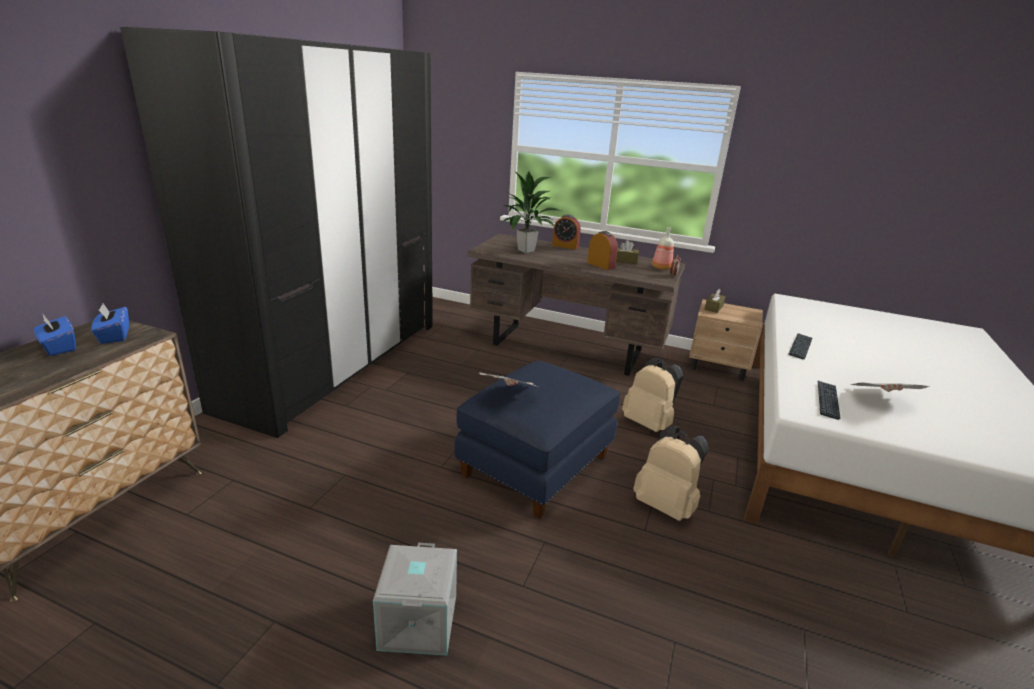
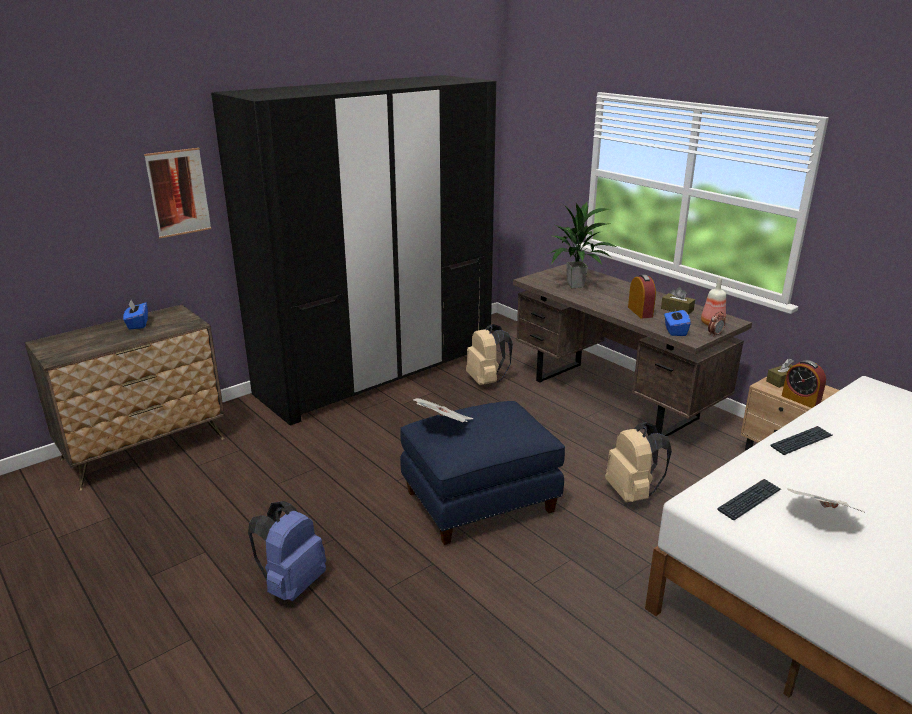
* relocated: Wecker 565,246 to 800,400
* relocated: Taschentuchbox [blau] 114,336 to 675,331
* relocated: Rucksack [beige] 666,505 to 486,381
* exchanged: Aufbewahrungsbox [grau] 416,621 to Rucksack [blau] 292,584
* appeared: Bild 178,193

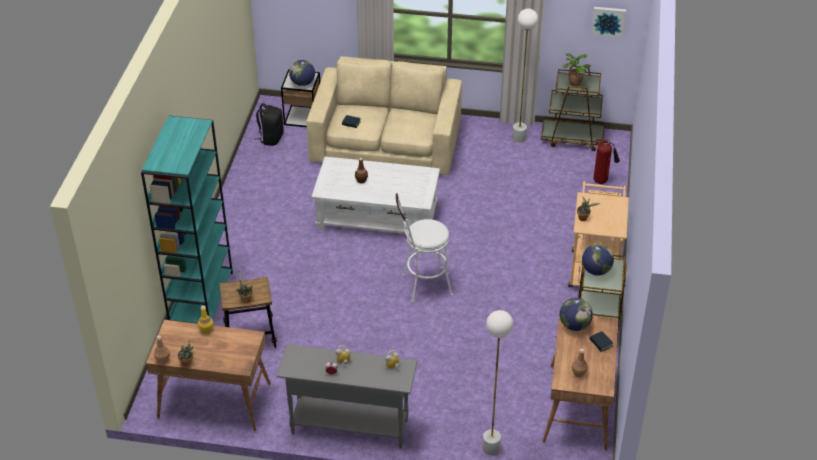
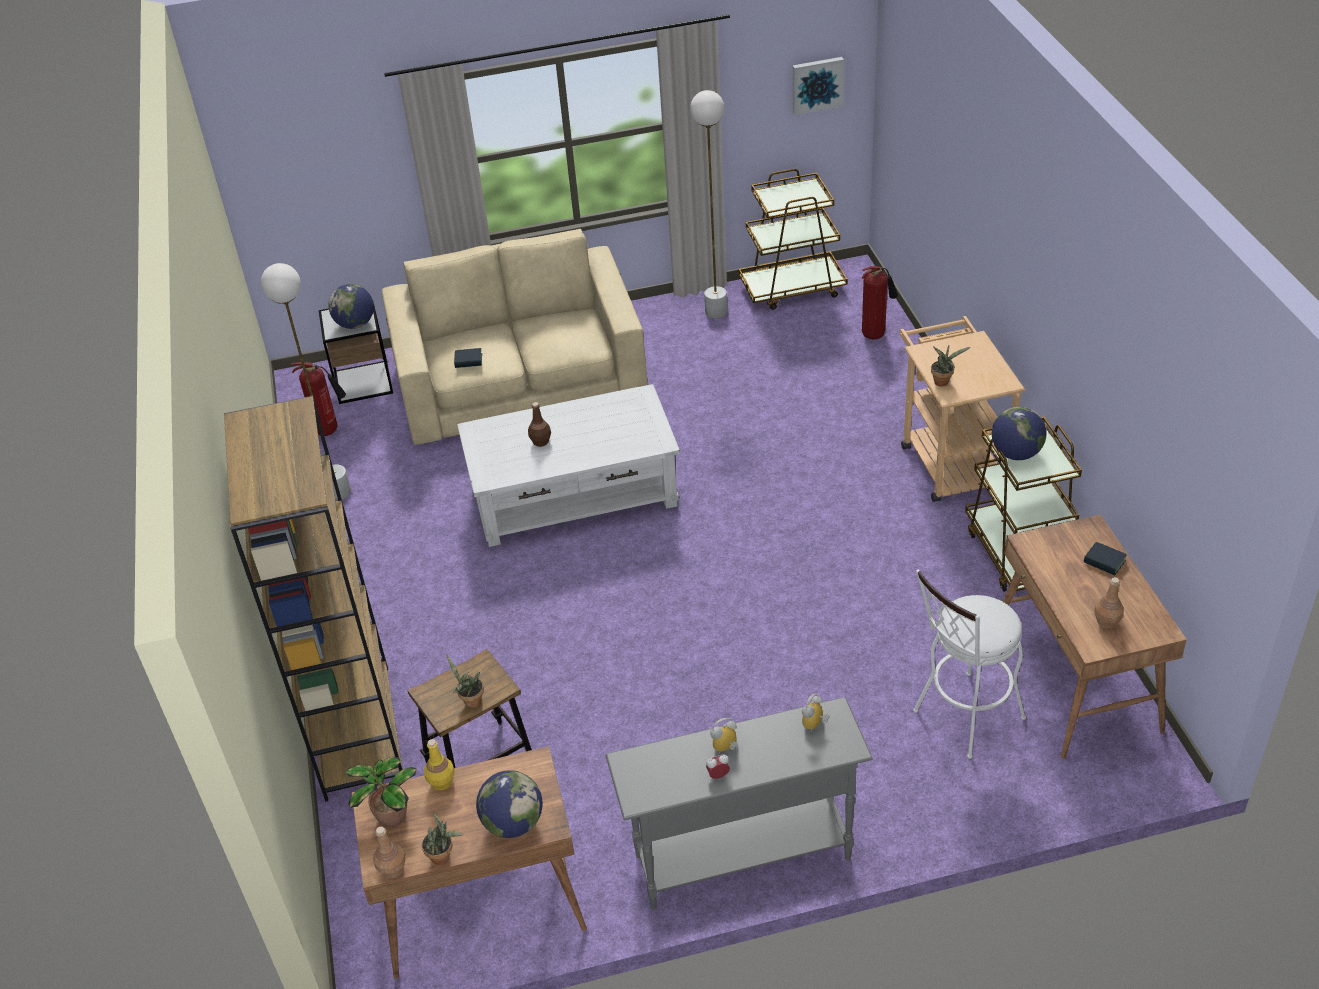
* relocated: Topfpflanze 574,83 to 390,817
* exchanged: Rucksack [schwarz] 271,138 to Feuerlöscher 330,430
* colour: Bücherregal [türkis] 201,299 to Bücherregal [braun] 356,731
* relocated: Hocker [weiß] 422,285 to 962,719
* relocated: Globus 574,325 to 513,823
* relocated: Stehlampe [weiß] 491,448 to 338,492

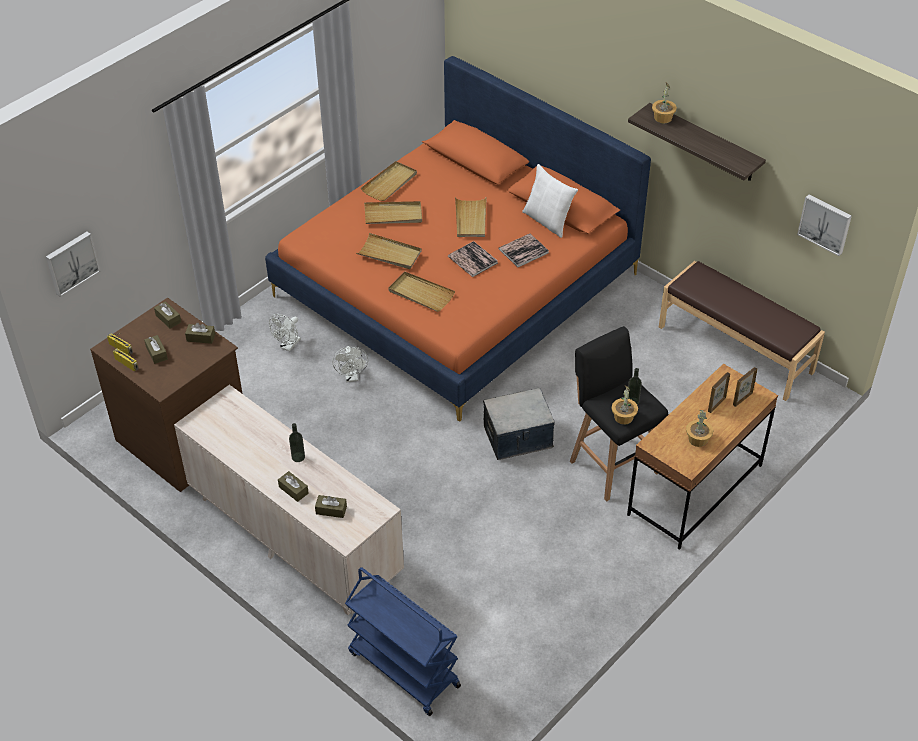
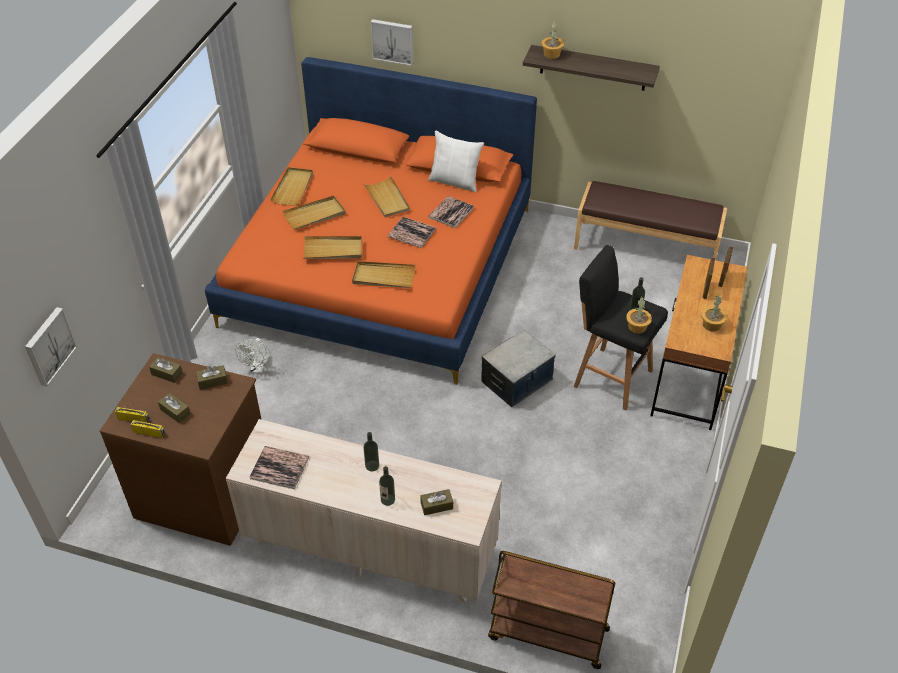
* relocated: Bild 825,223 to 393,41
* missing: Ventilator [weiß] 352,377
* exchanged: Taschentuchbox [braun] 293,490 to Flasche 388,500
* colour: Rollwagen [blau] 403,669 to Rollwagen [braun] 547,634
* appeared: Buch 279,468

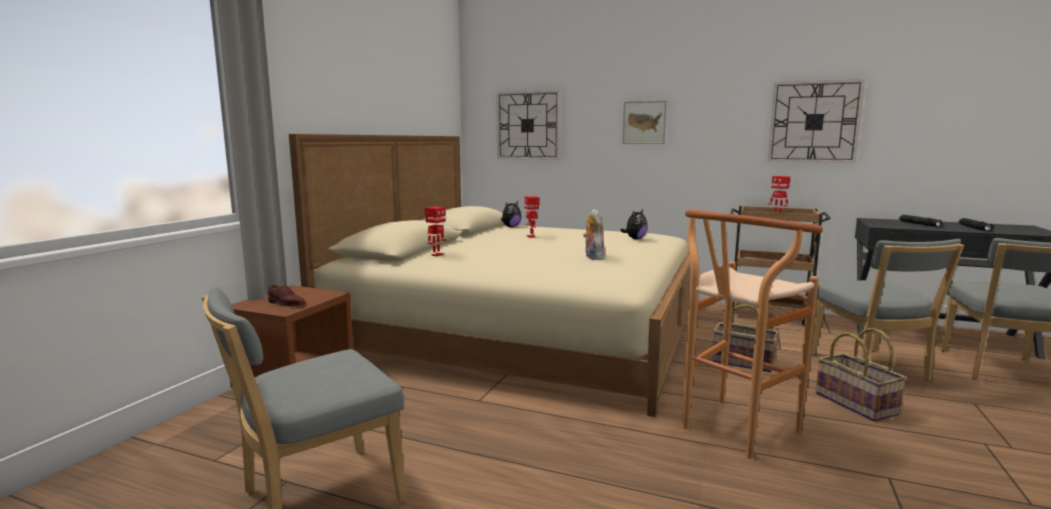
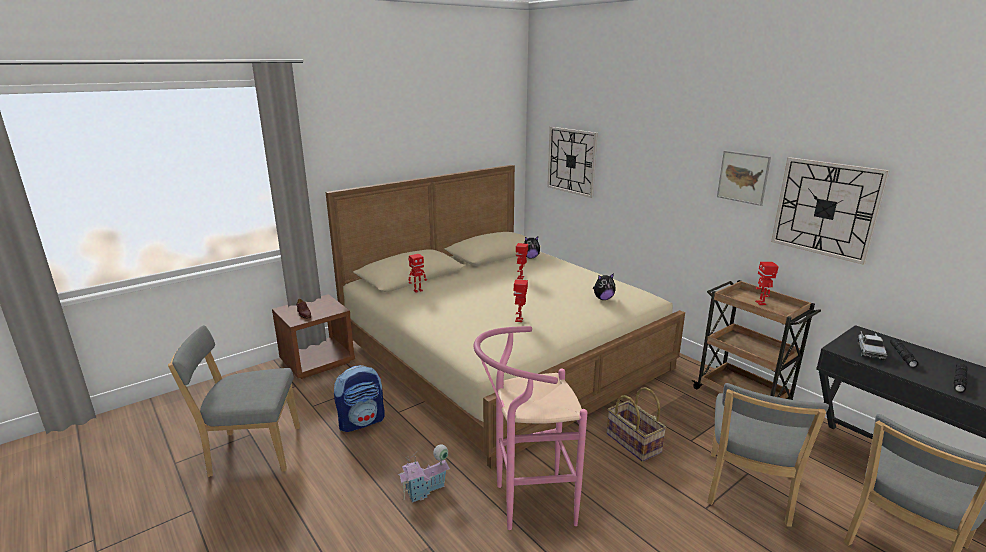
* relocated: Bild 644,122 to 743,177
* exchanged: Plüschtier 592,257 to Spielzeugroboter 519,320
* colour: Hocker [braun] 731,432 to Hocker [rosa] 526,503
* missing: Korb 856,404
* appeared: Spielzeuglaster 869,351
* appeared: Rucksack 362,421
* appeared: Spielzeughaus 425,490

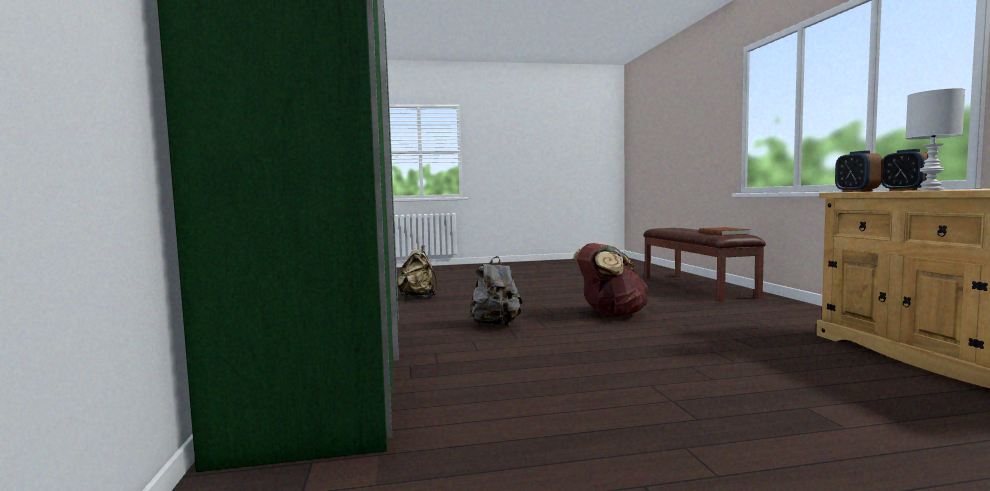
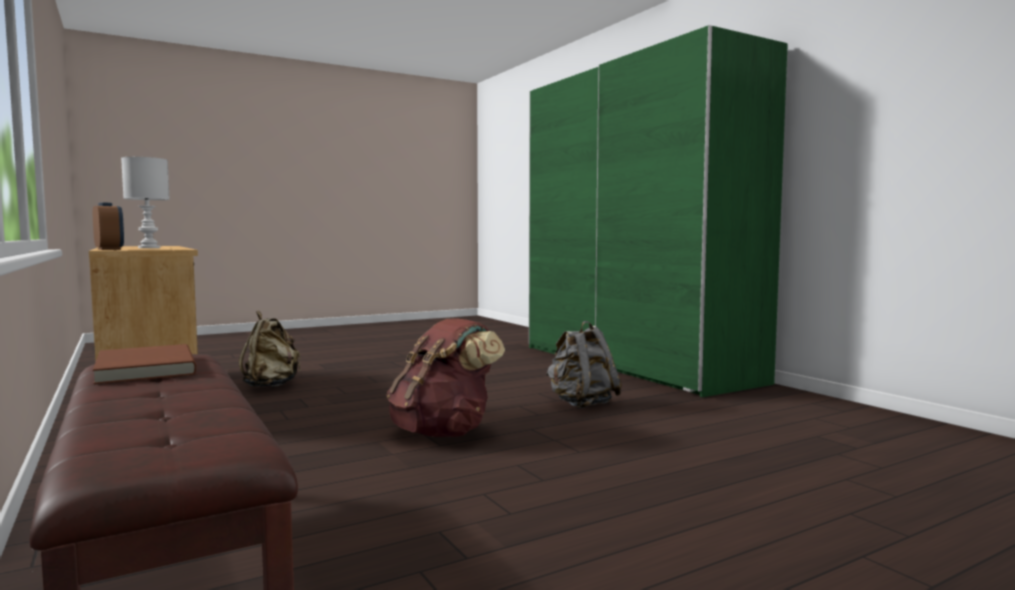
* missing: Wecker 857,191
* relocated: Rucksack [beige] 418,297 to 271,386

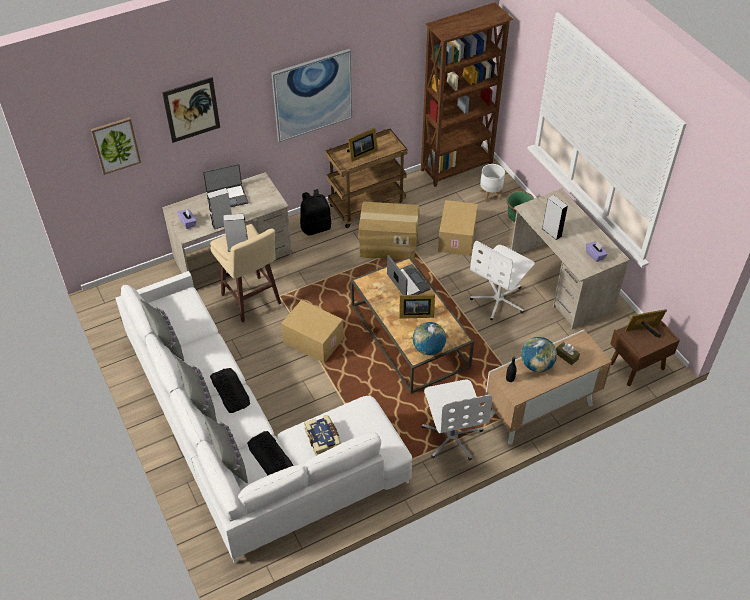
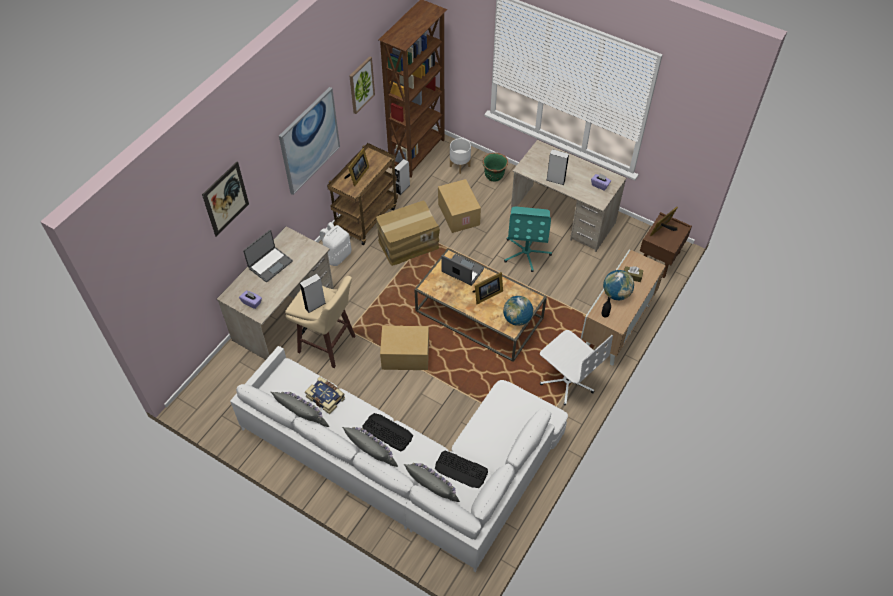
* relocated: Bild 116,145 to 361,85
* relocated: Lautsprecher [grau] 222,223 to 402,188
* colour: Rucksack [schwarz] 316,227 to Rucksack [weiß] 337,255
* colour: Bürostuhl [weiß] 499,300 to Bürostuhl [türkis] 526,252
* relocated: Buch 323,439 to 326,397

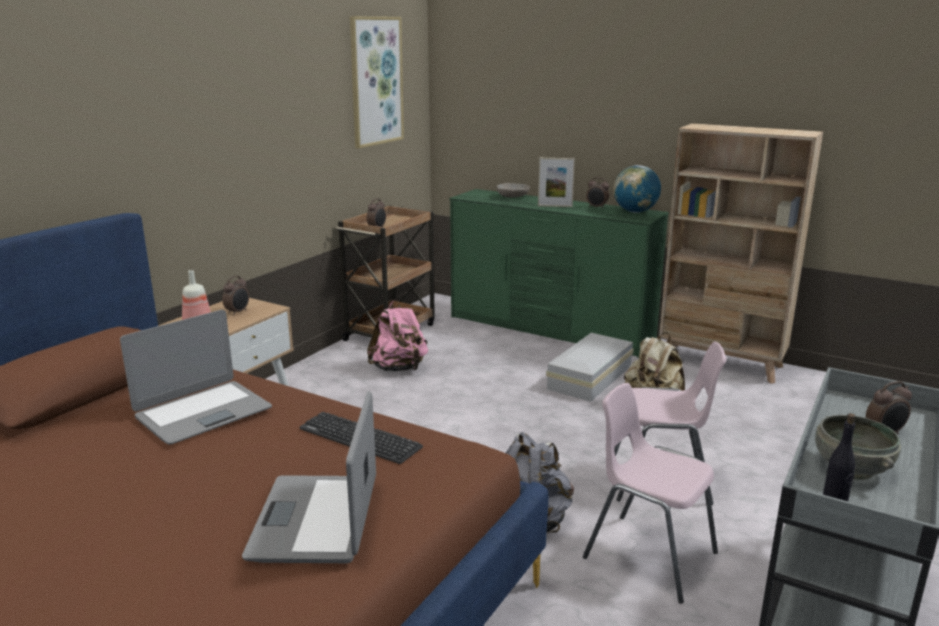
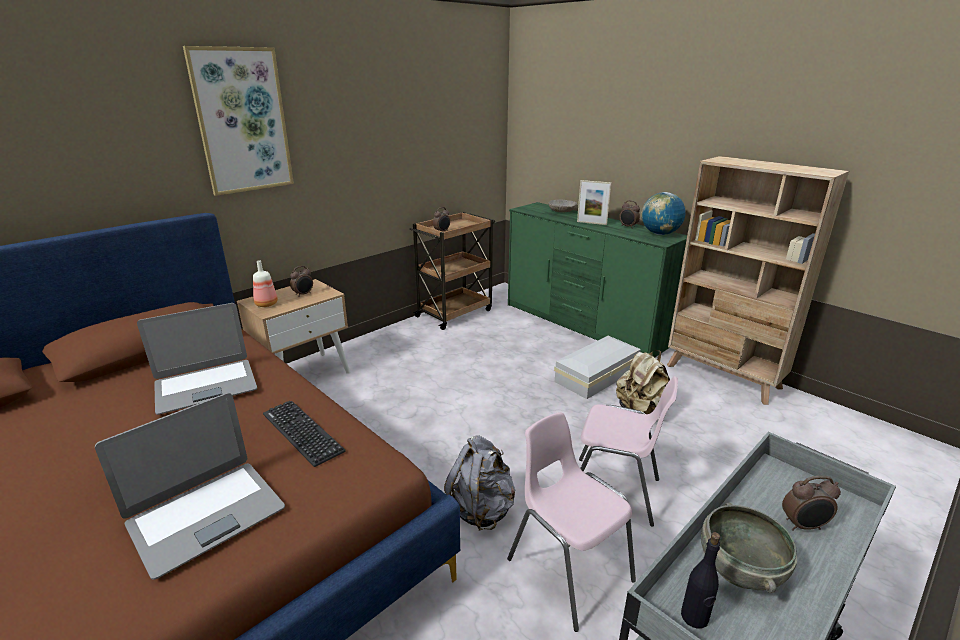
* relocated: Bild 376,81 to 242,121
* missing: Rucksack [rosa] 399,368
* spun: Laptop 316,519 = 206,516 150 degrees counterclockwise

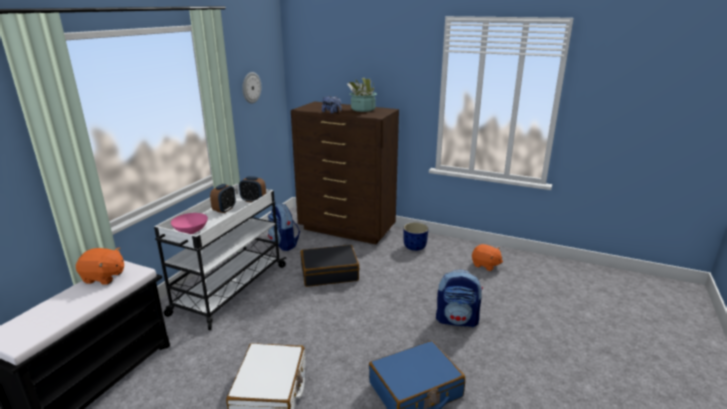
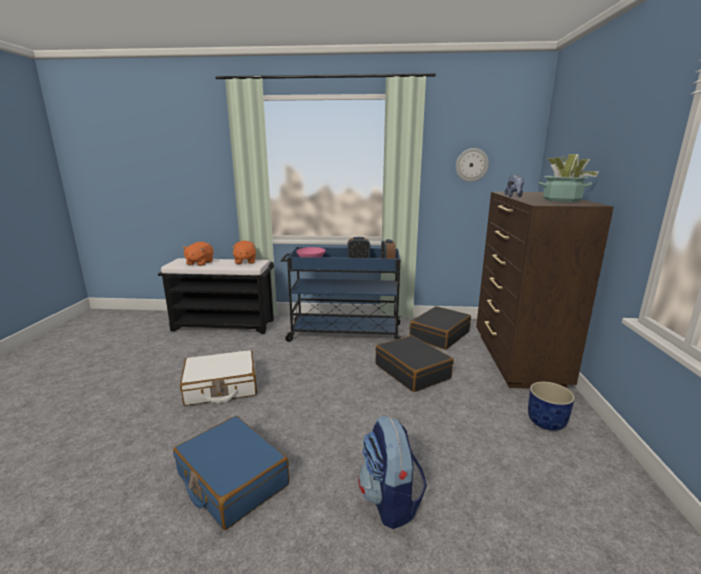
* colour: Rollwagen [weiß] 229,290 to Rollwagen [blau] 343,333
* exchanged: Rucksack 284,244 to Koffer [schwarz] 439,335
* relocated: Plüschtier [orange] 485,265 to 199,263

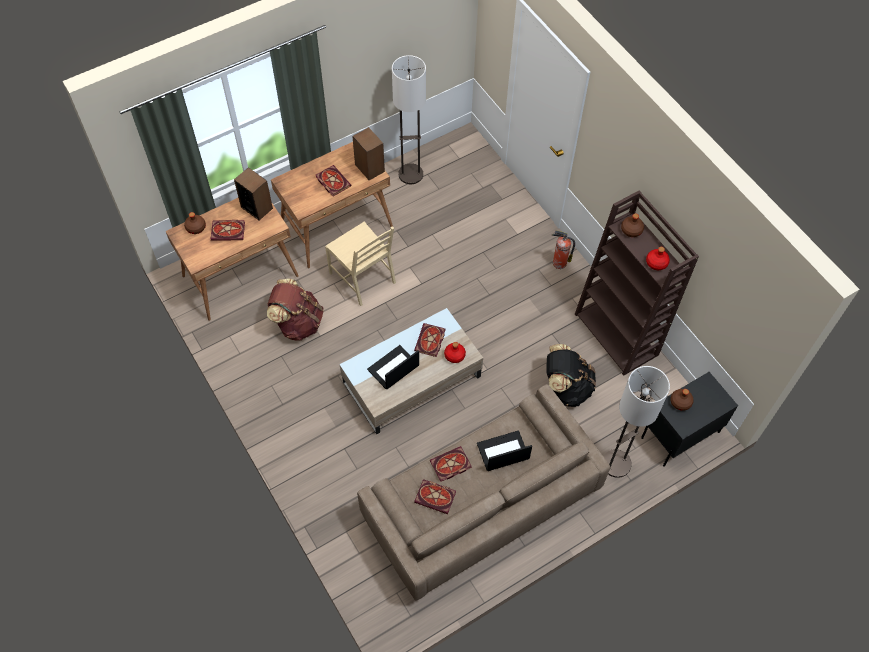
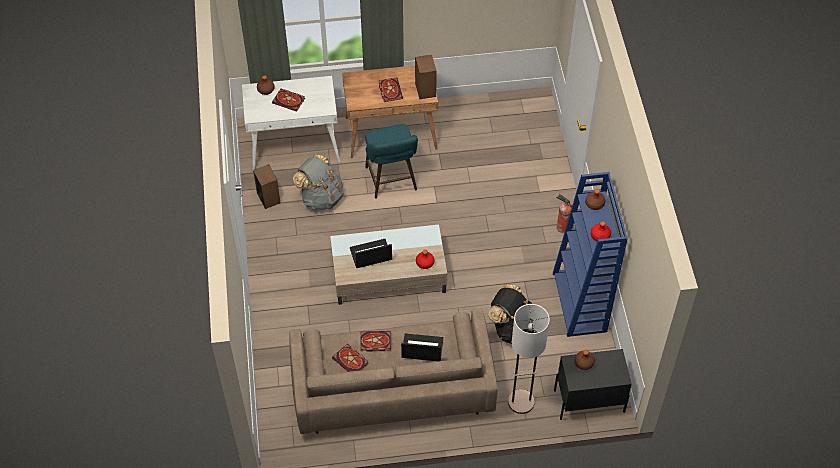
* missing: Stehlampe 411,174
* relocated: Lautsprecher 257,207 to 268,198
* colour: Bücherregal [braun] 617,334 to Bücherregal [blau] 580,302
* colour: Schreibtisch [braun] 241,276 to Schreibtisch [weiß] 295,145
* exchanged: Stuhl [beige] 363,278 to Hocker [türkis] 391,181
* colour: Rucksack [braun] 298,323 to Rucksack [grau] 321,197
* missing: Buch 430,341

